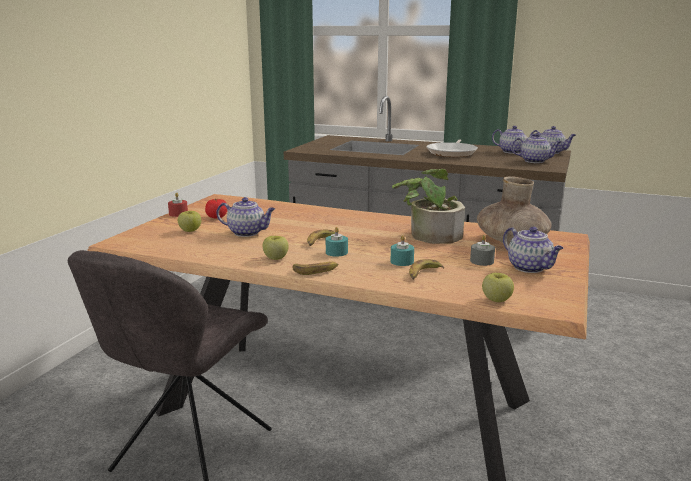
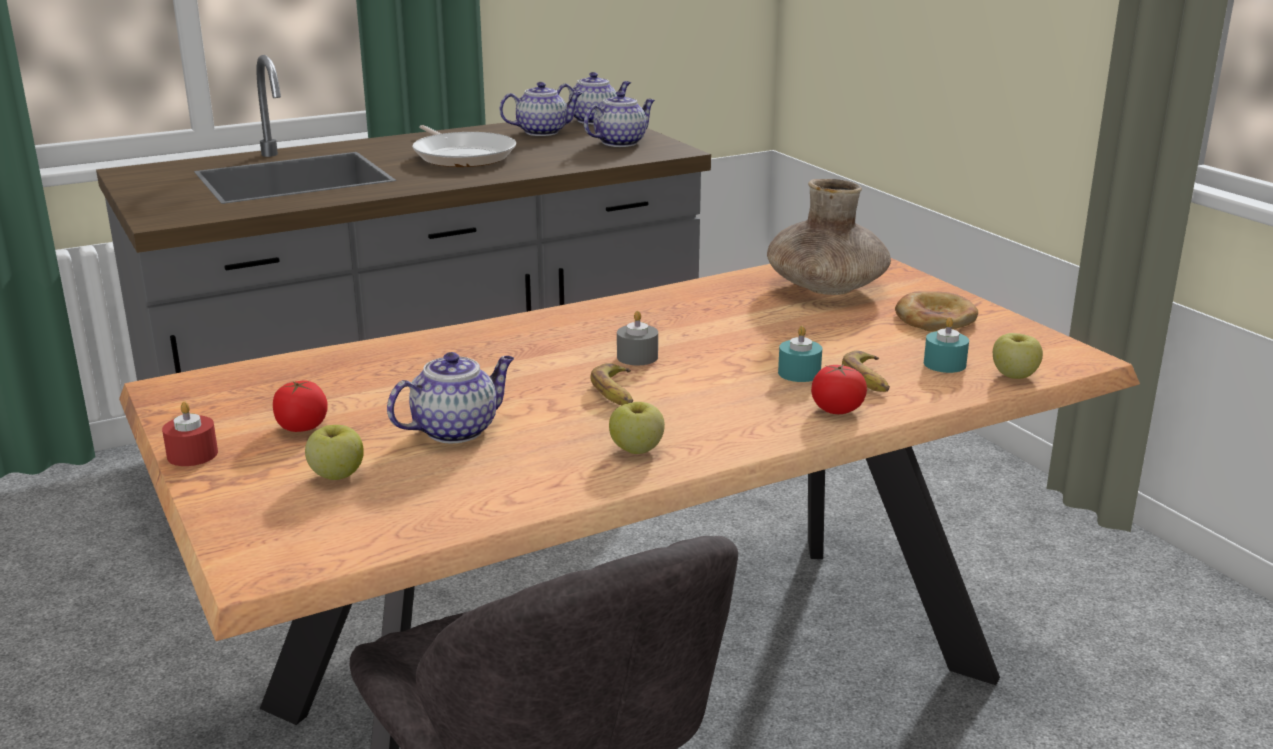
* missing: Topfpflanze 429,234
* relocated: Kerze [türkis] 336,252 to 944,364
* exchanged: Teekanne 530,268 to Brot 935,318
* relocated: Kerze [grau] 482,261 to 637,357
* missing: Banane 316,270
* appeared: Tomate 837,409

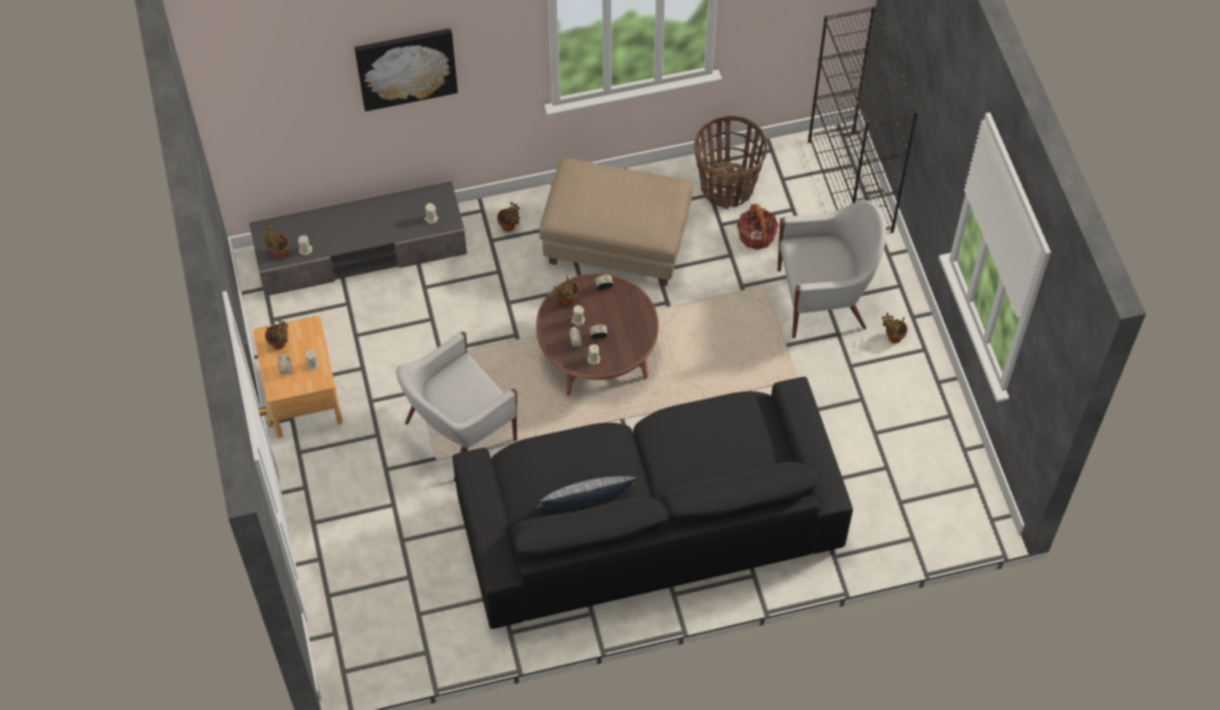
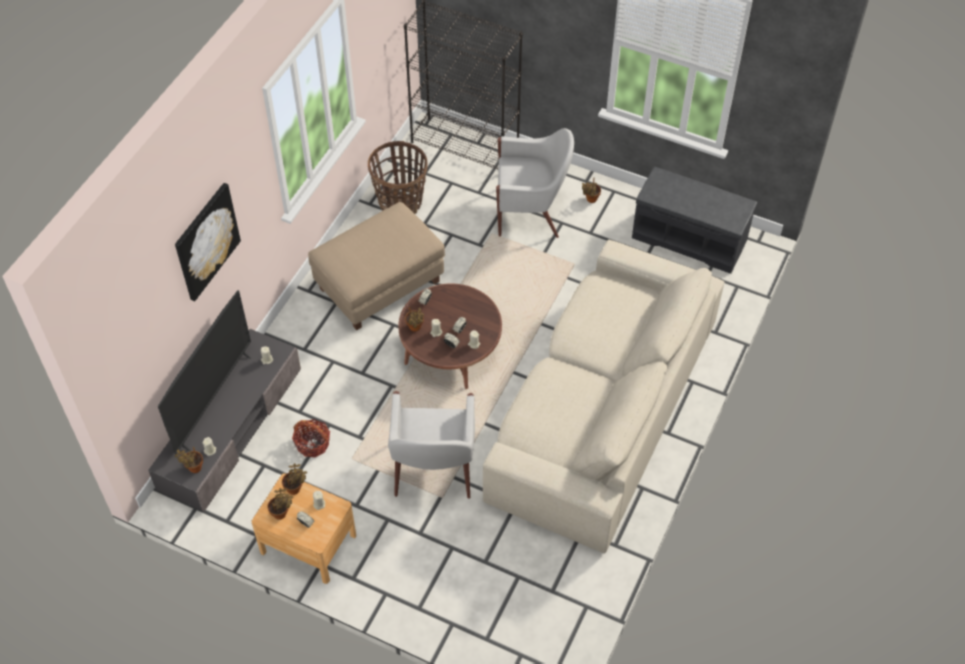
* spun: Sessel [weiß] 824,299 = 530,212 60 degrees clockwise
* relocated: Topfpflanze 509,227 to 295,488
* relocated: Korb 756,235 to 313,444
* colour: Sofa [schwarz] 648,519 to Sofa [beige] 601,409
* missing: Kissen 587,502
* appeared: Bank [grau] 690,238
* appeared: Fernseher 213,400

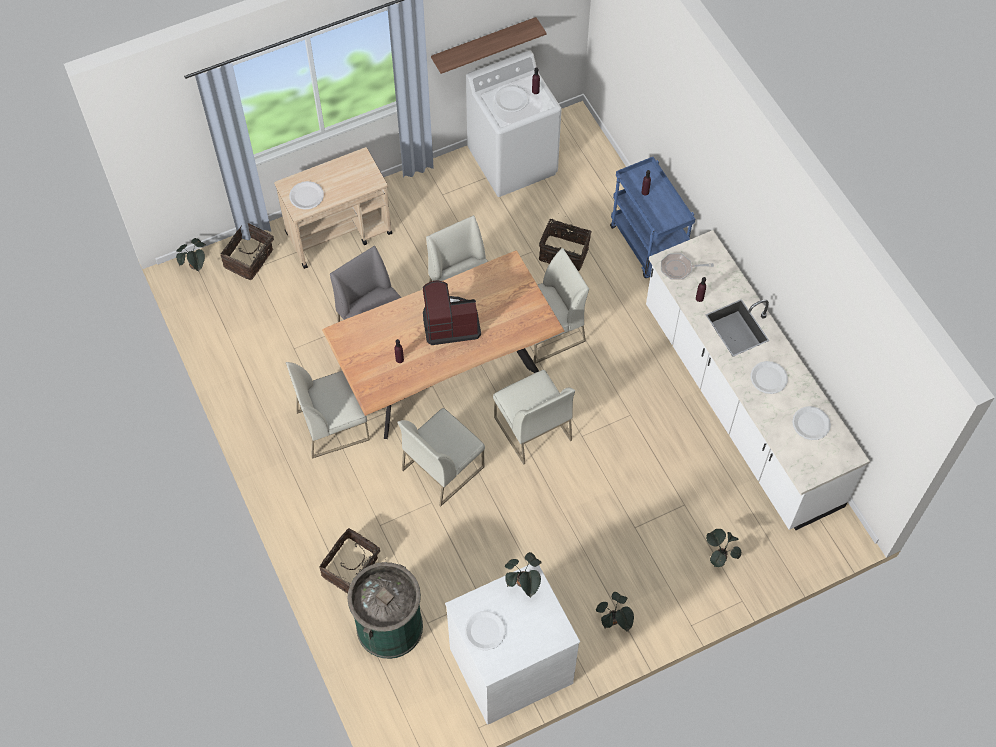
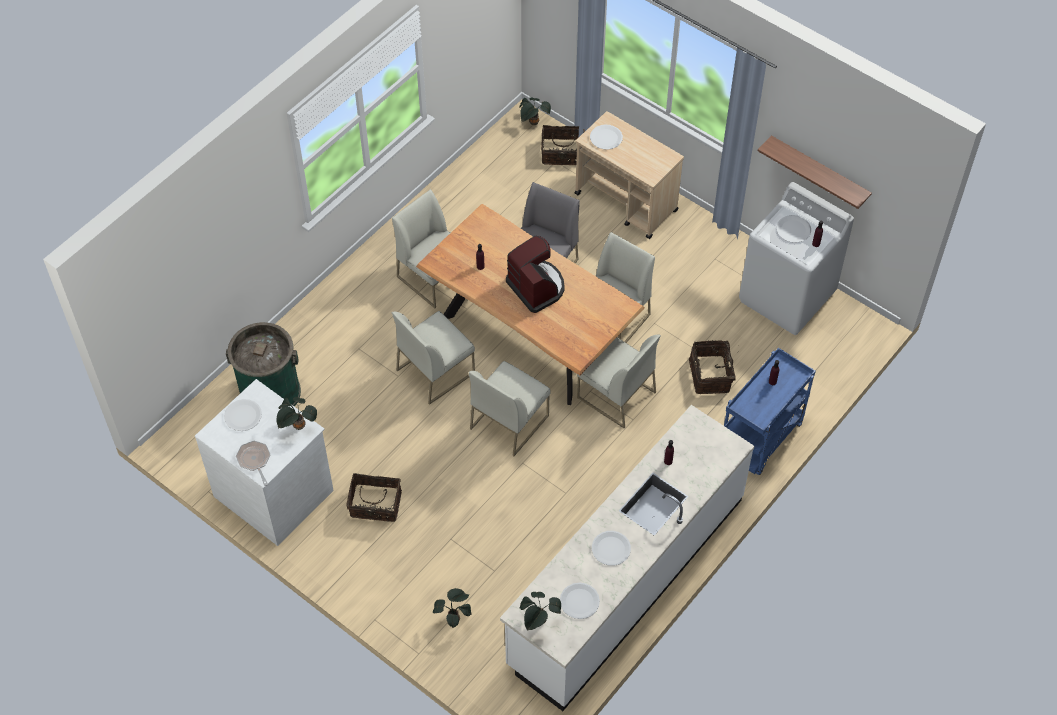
* relocated: Pfanne 679,268 to 255,461
* spun: Stuhl [weiß] 443,467 = 435,371 60 degrees counterclockwise
* relocated: Korb 351,568 to 375,505
* relocated: Topfpflanze 613,621 to 539,621

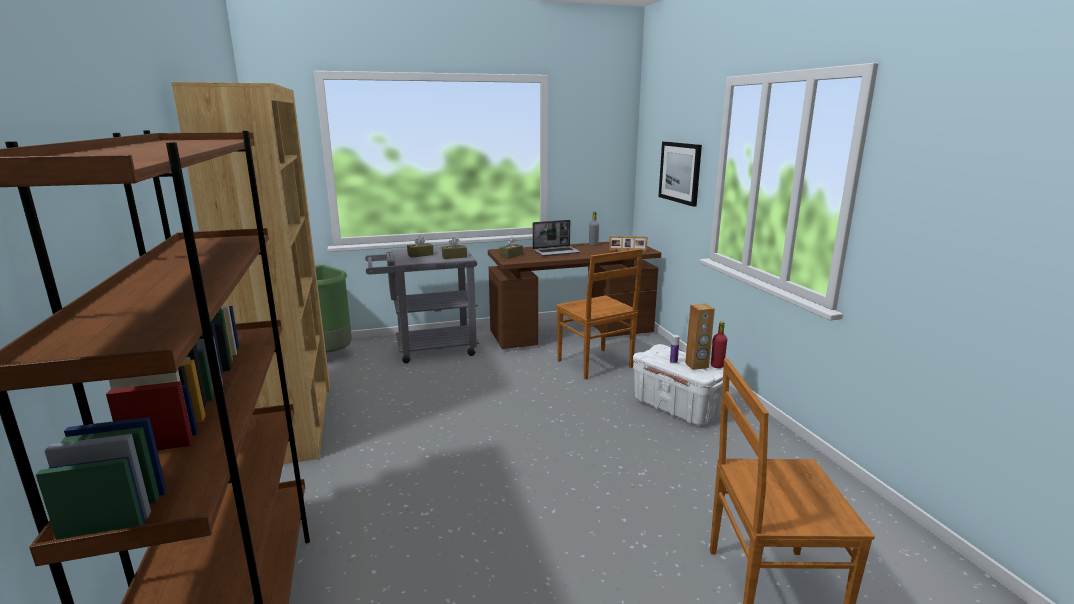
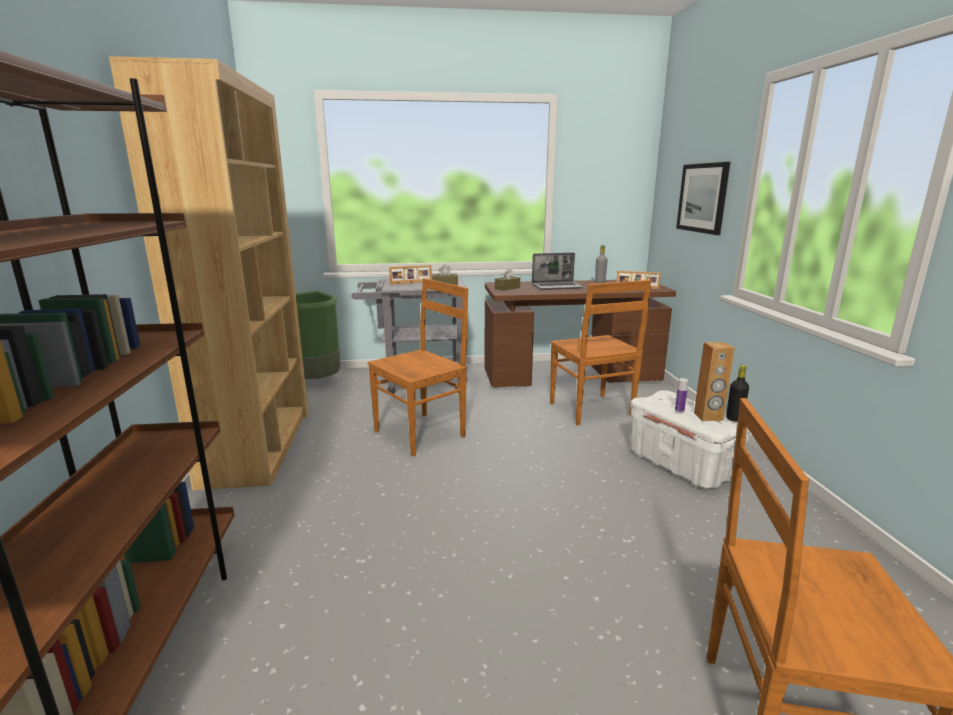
* exchanged: Taschentuchbox [braun] 420,255 to Bilderrahmen 411,283
* colour: Flasche [rot] 717,365 to Flasche [schwarz] 734,419
* appeared: Stuhl [braun] 422,433

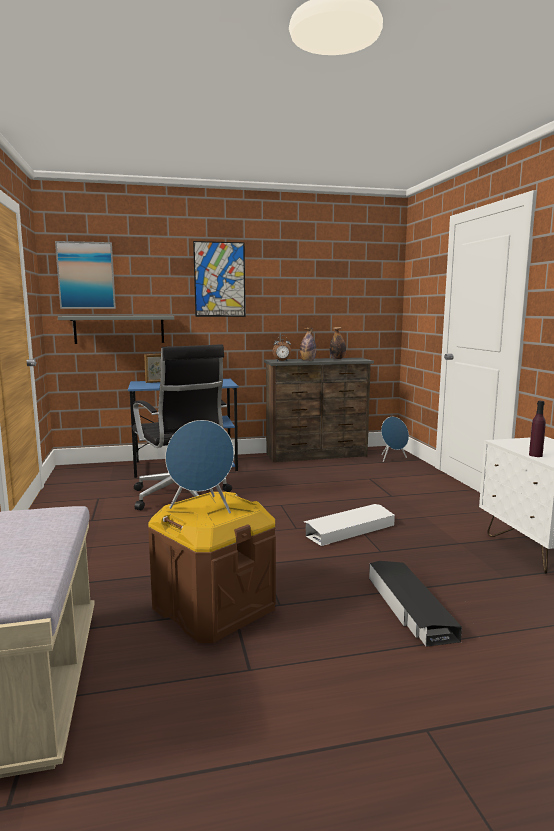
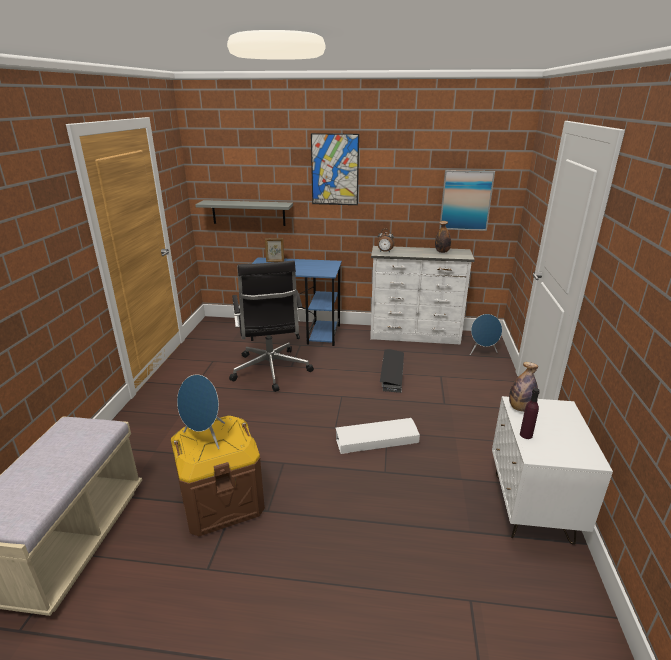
* relocated: Bild 86,275 to 466,200
* relocated: Flasche 307,361 to 520,408
* colour: Kommode [braun] 317,455 to Kommode [weiß] 415,336
* relocated: Aufbewahrungsbox [schwarz] 409,608 to 391,374

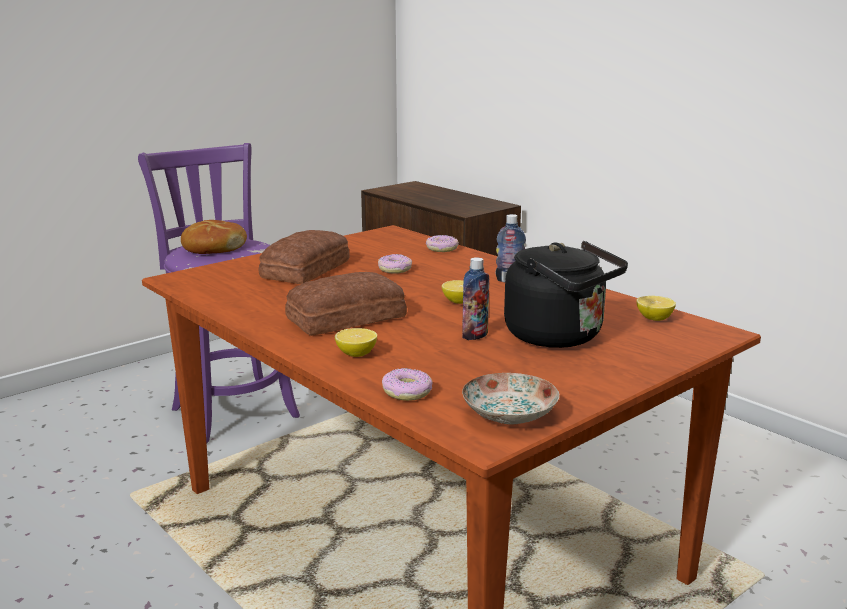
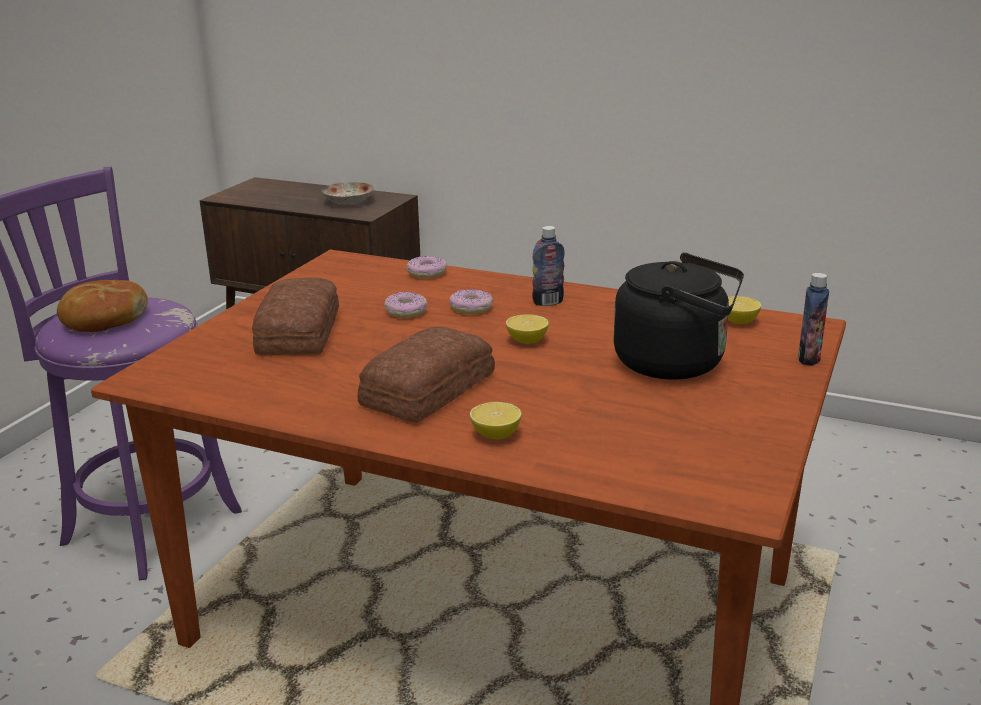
* relocated: Flasche 475,335 to 809,359
* relocated: Donut 407,392 to 471,308
* relocated: Teller 509,414 to 348,202

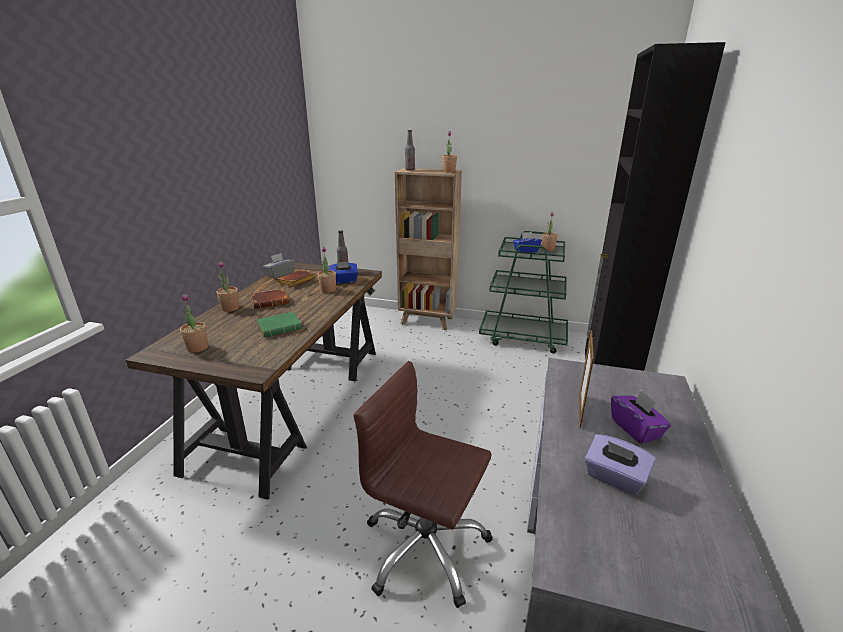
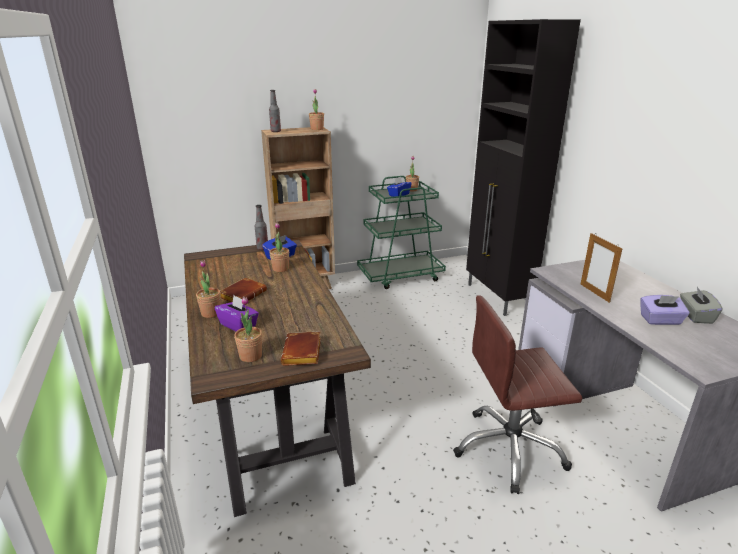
* relocated: Taschentuchbox [grau] 280,274 to 695,316
* relocated: Buch [braun] 296,282 to 303,353
* missing: Buch [grün] 280,327
* relocated: Taschentuchbox [lila] 635,429 to 238,325

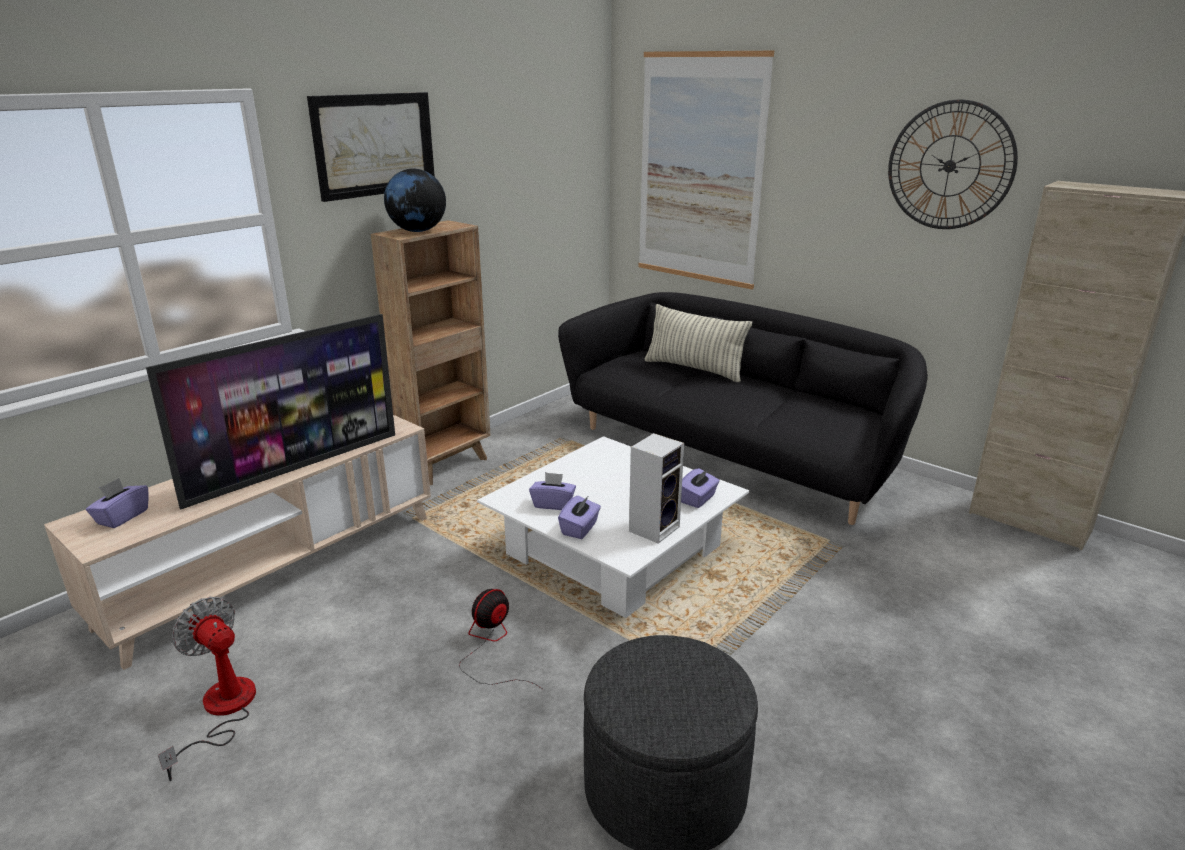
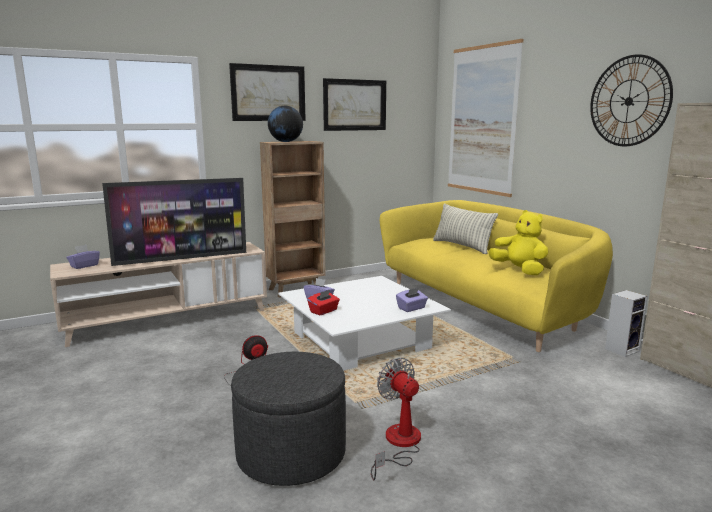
* colour: Sofa [schwarz] 734,454 to Sofa [gelb] 483,306
* relocated: Lautsprecher 654,528 to 622,349
* colour: Taschentuchbox [lila] 580,529 to Taschentuchbox [rot] 324,311
* relocated: Ventilator 221,711 to 399,444
* appeared: Bild 354,105
* appeared: Plüschtier [gelb] 519,270

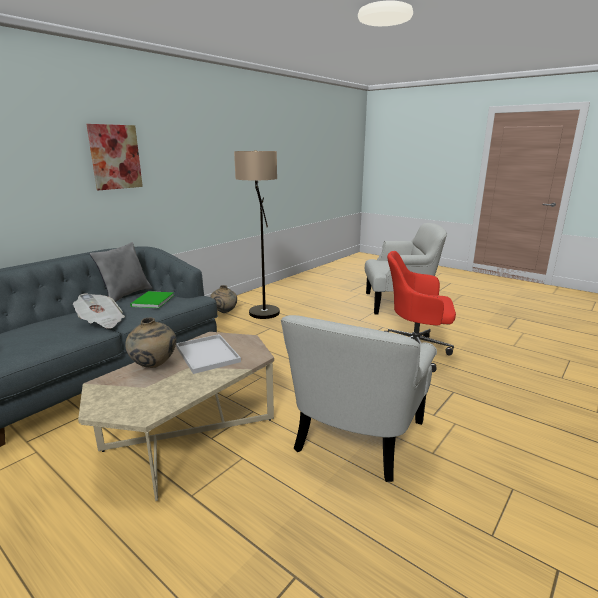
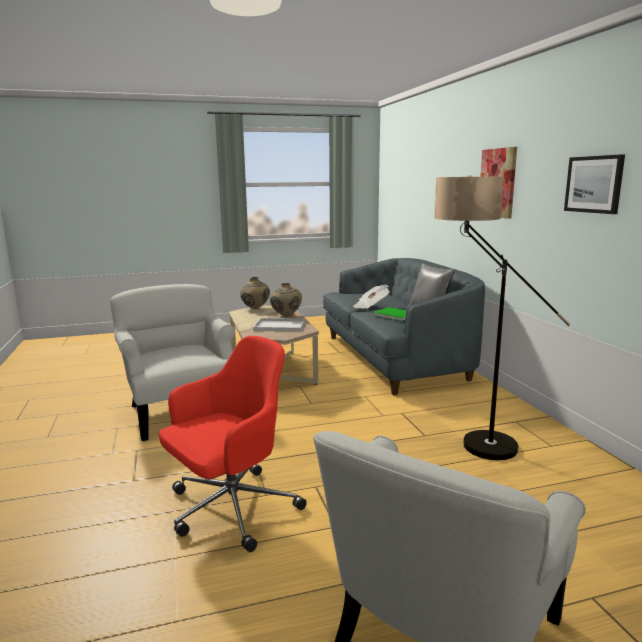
* relocated: Vase [beige] 224,312 to 255,309
* appeared: Bild 594,184

